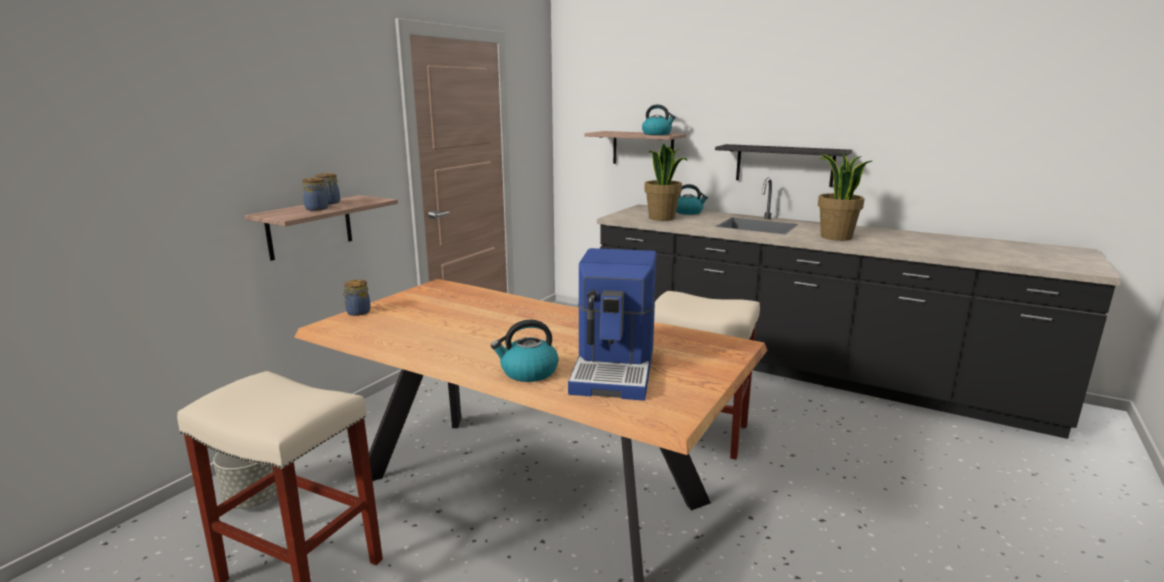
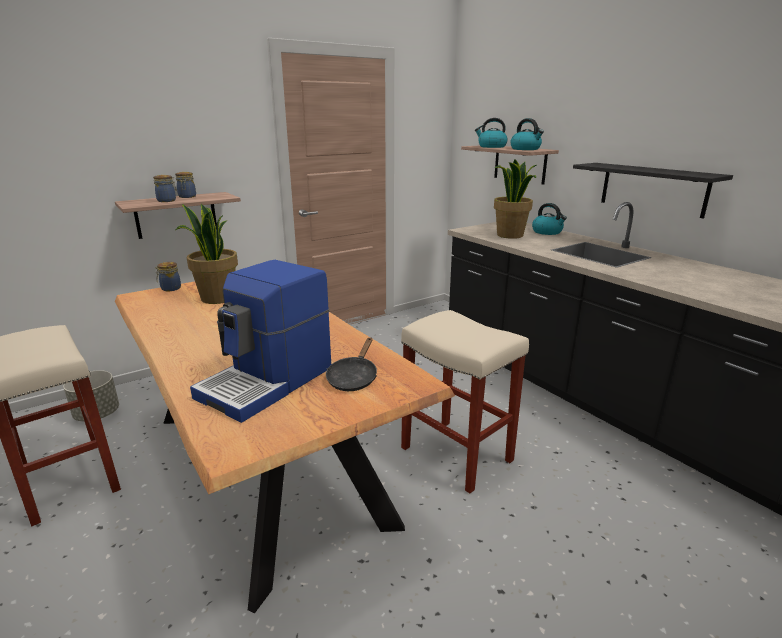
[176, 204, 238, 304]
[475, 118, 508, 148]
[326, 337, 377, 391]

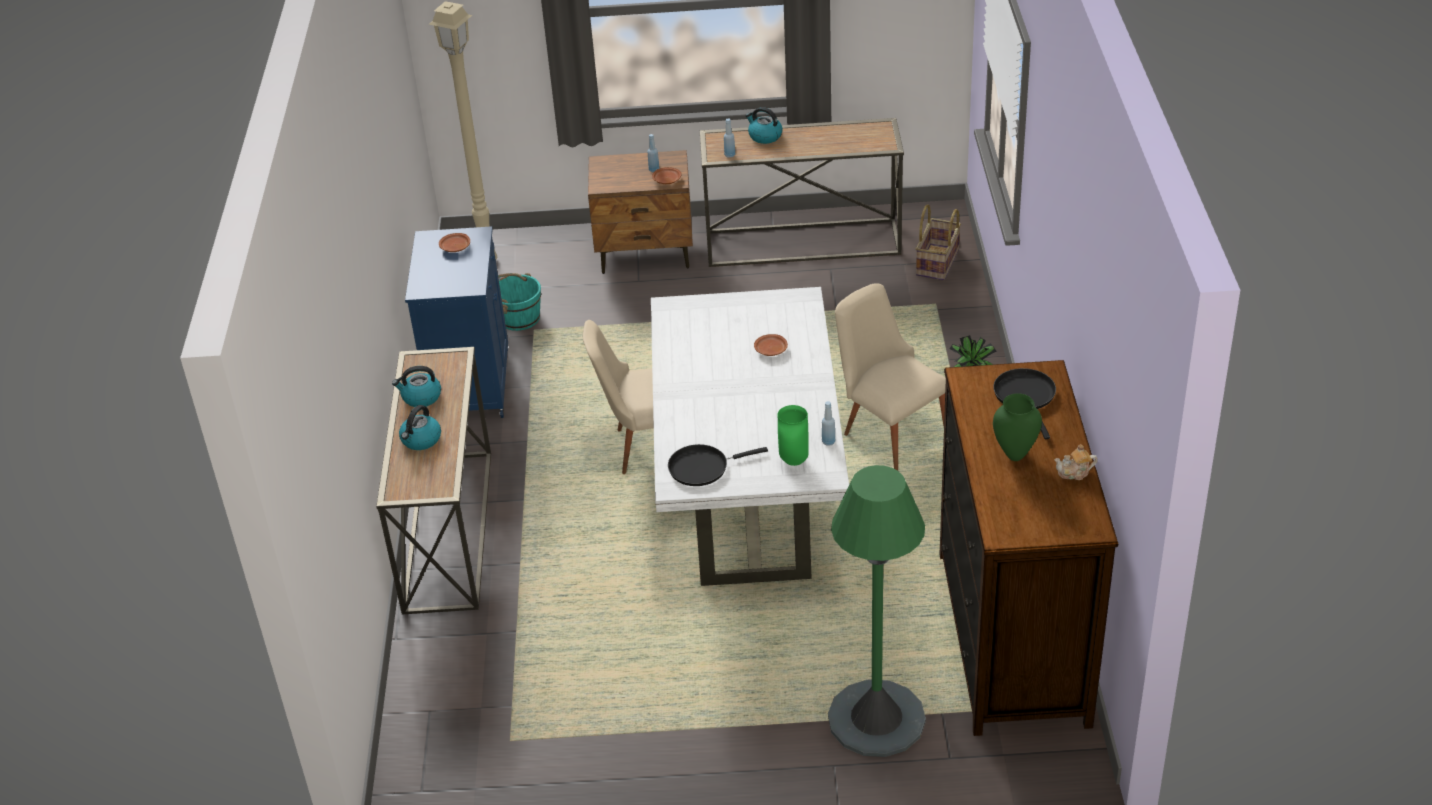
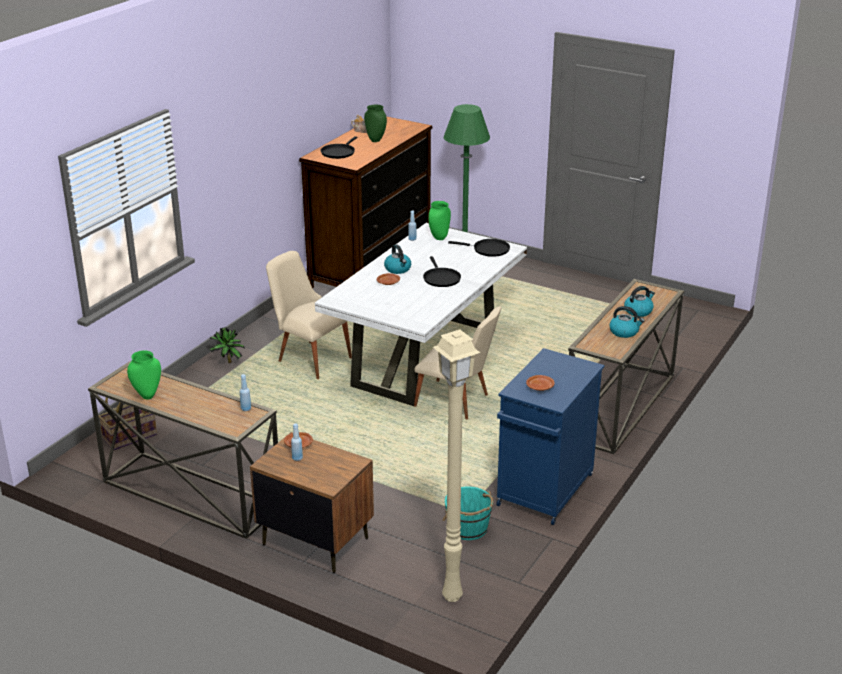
[384, 245, 411, 274]
[266, 251, 352, 379]
[423, 256, 461, 287]
[127, 350, 161, 400]

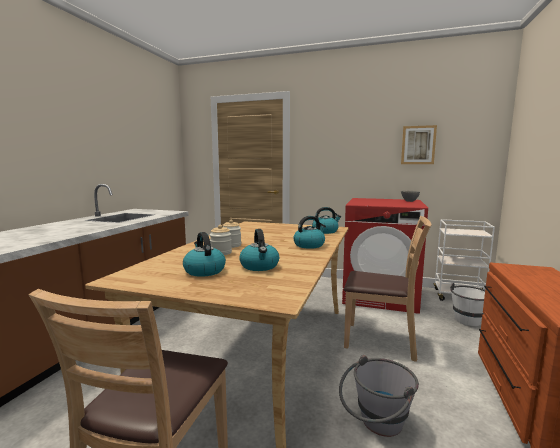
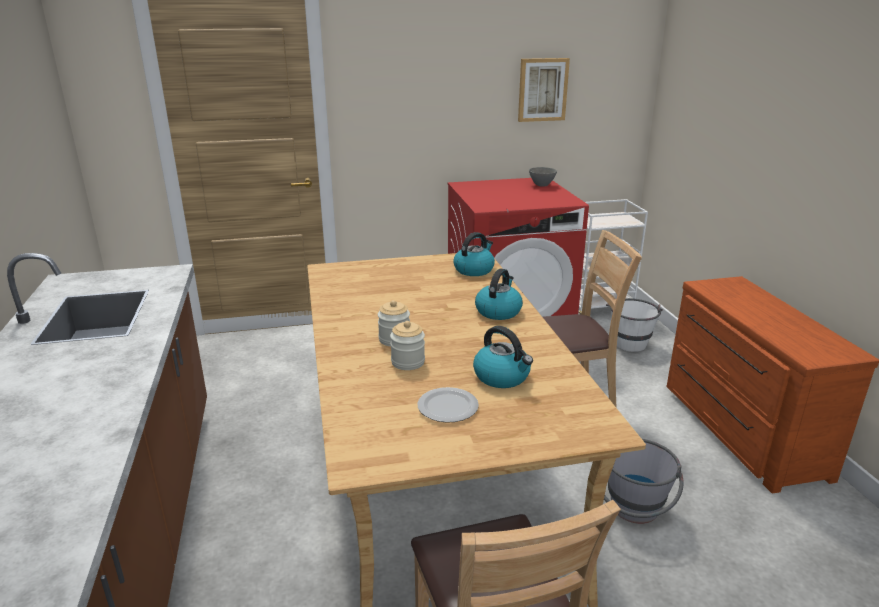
[417, 387, 479, 423]

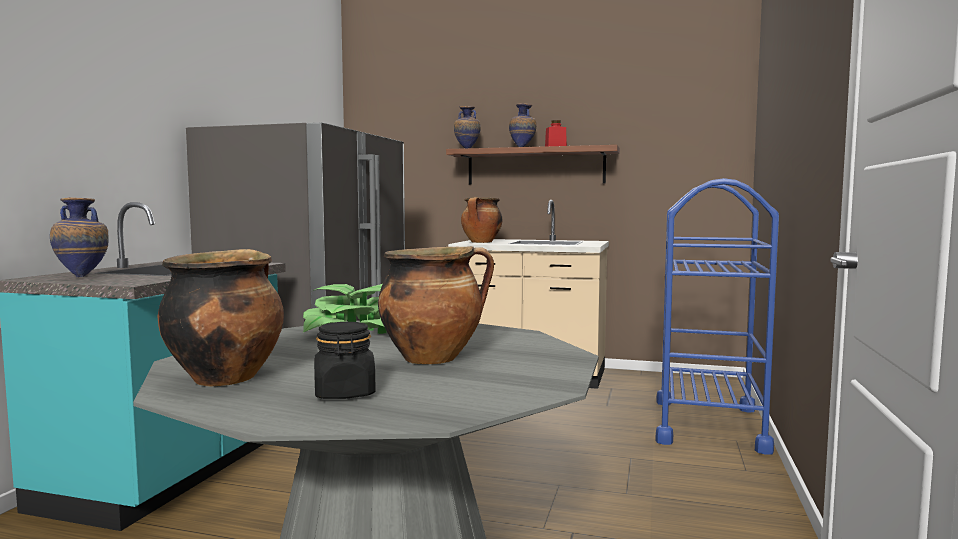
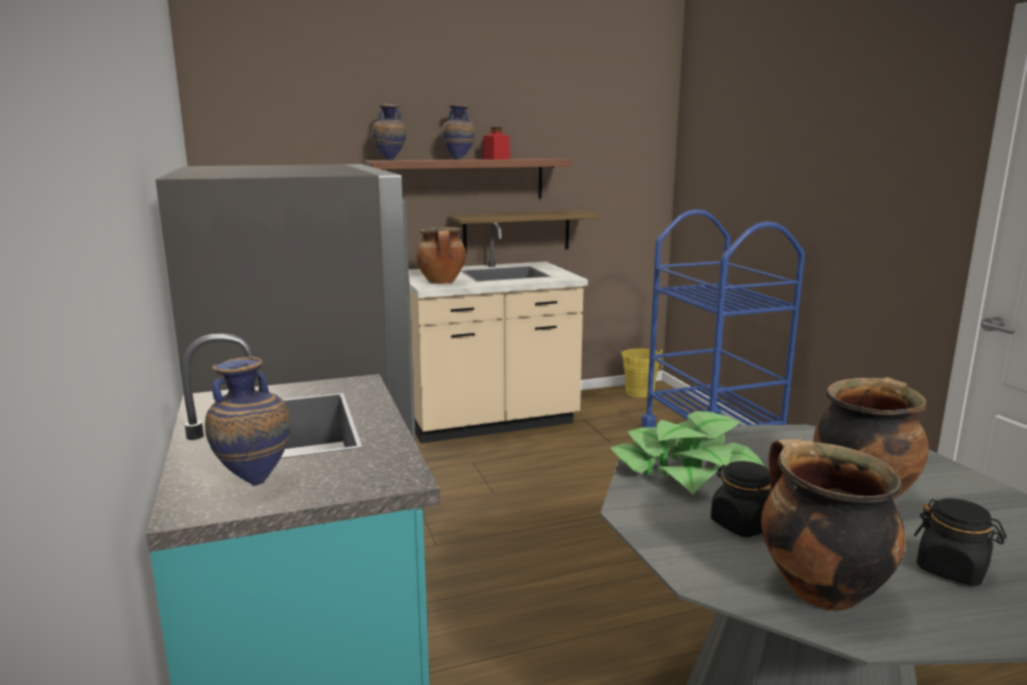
[448, 210, 601, 254]
[621, 348, 663, 397]
[711, 461, 771, 537]

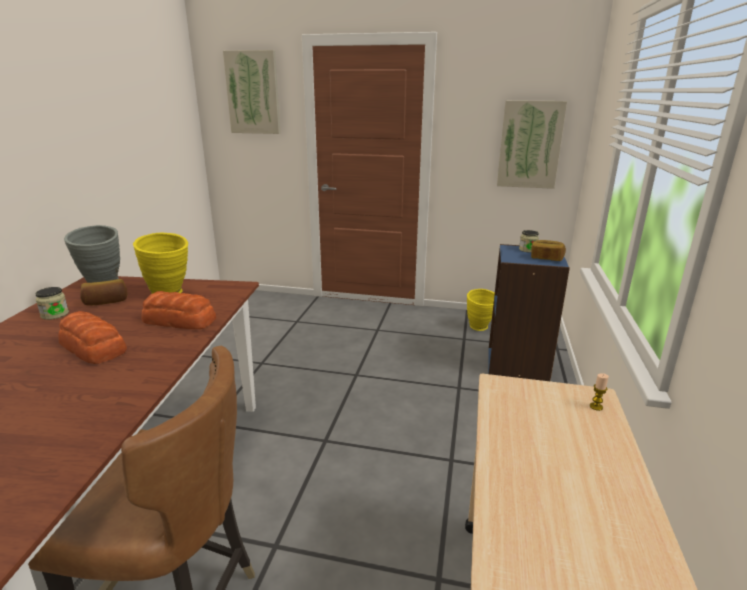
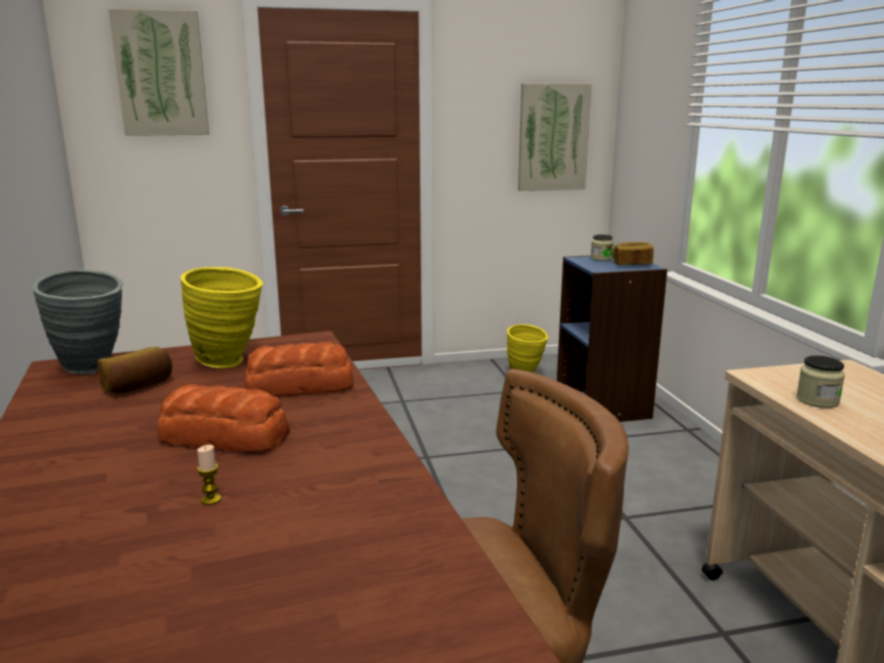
[796, 356, 845, 408]
[197, 445, 221, 505]

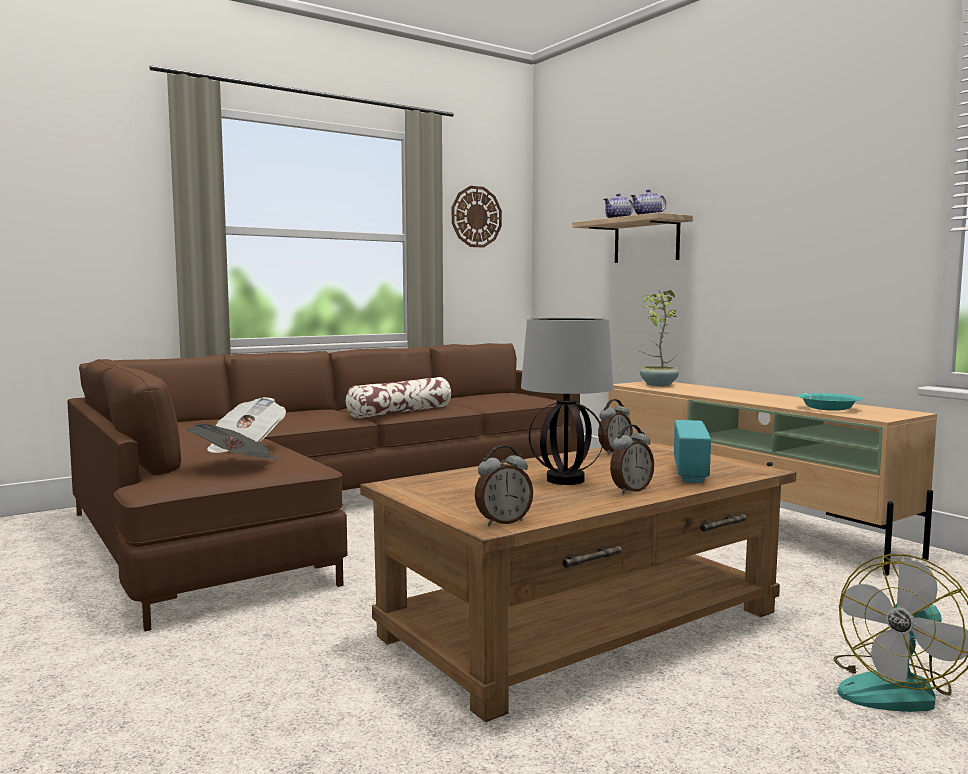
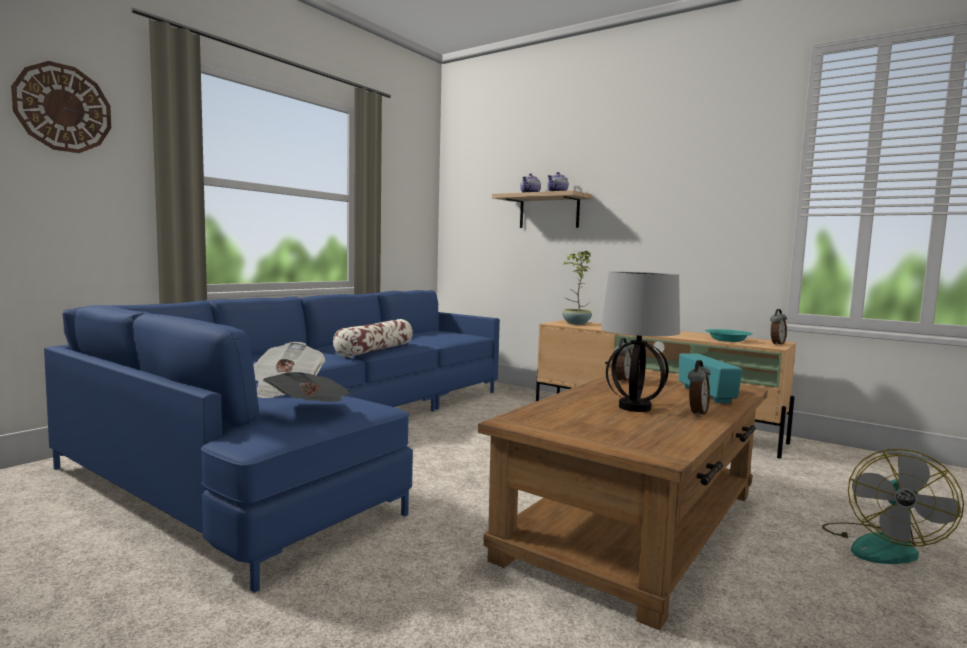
[11, 61, 111, 153]
[44, 290, 500, 593]
[770, 309, 787, 345]

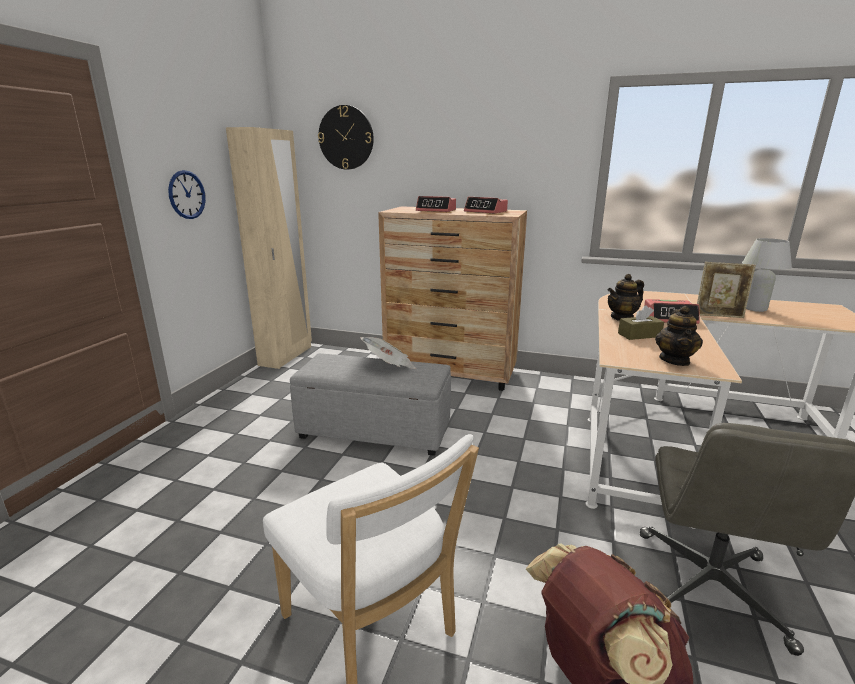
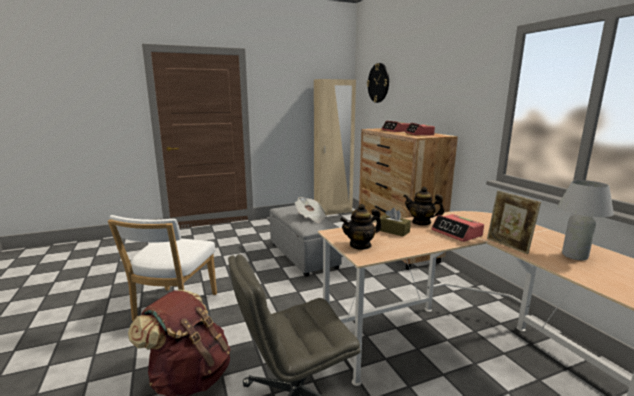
[168, 170, 206, 219] (first image)

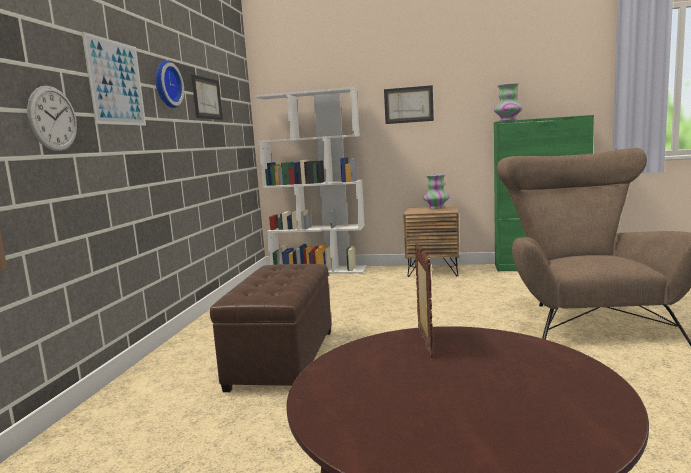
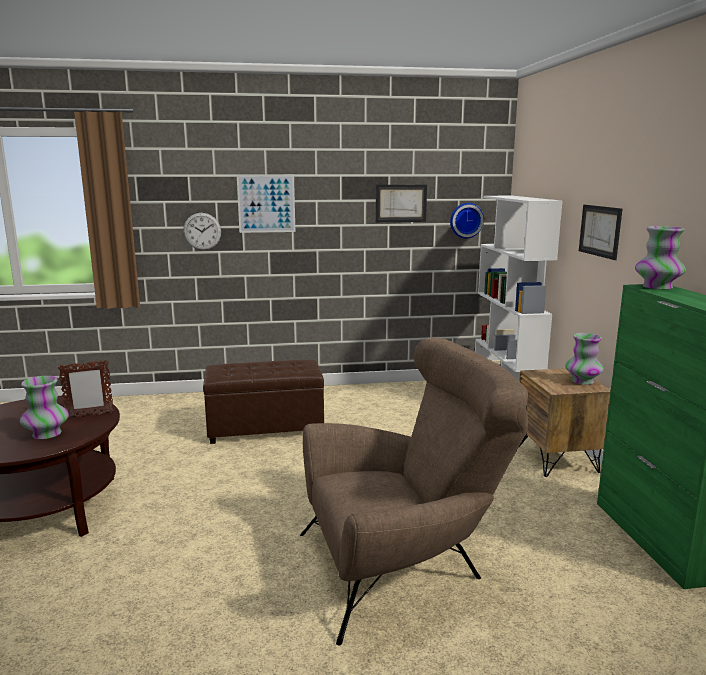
[450, 203, 484, 238]
[20, 376, 69, 439]

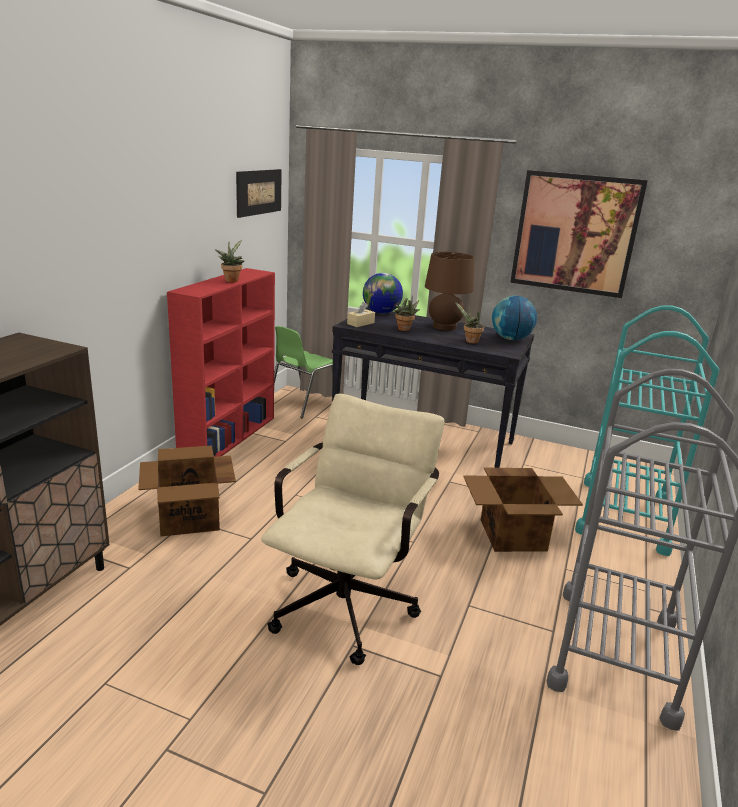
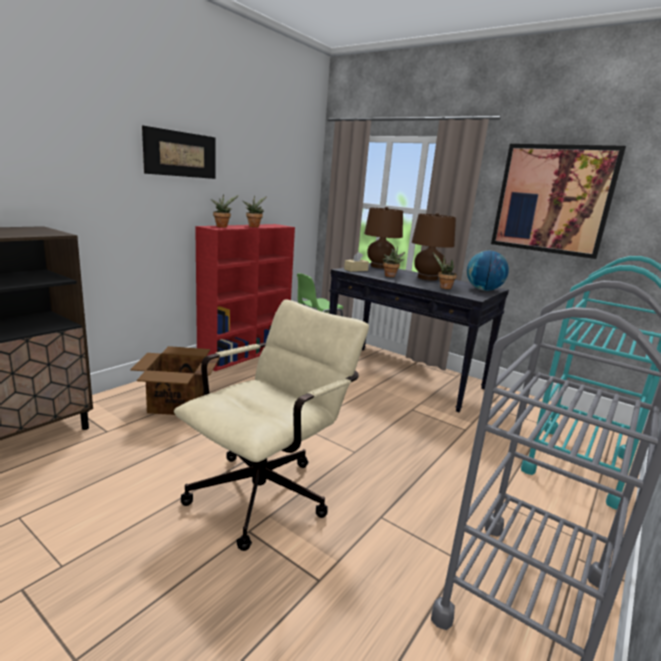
[142, 126, 216, 179]
[364, 207, 403, 269]
[463, 468, 583, 552] (first image)
[210, 194, 239, 227]

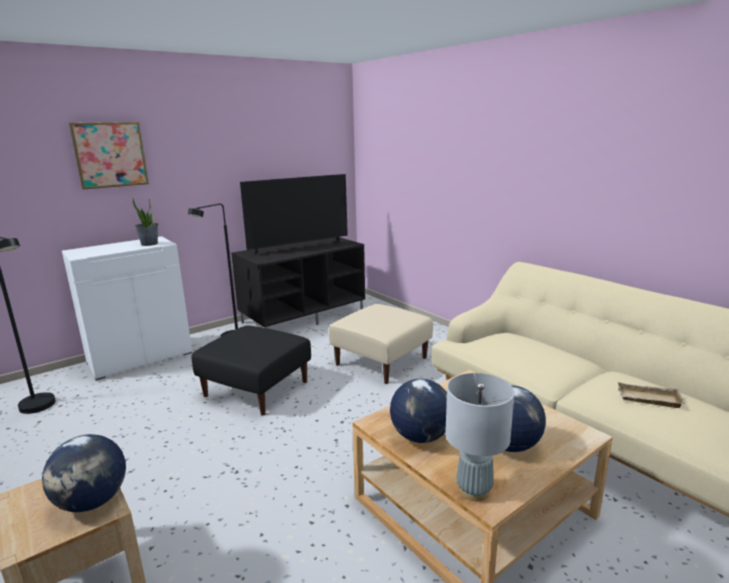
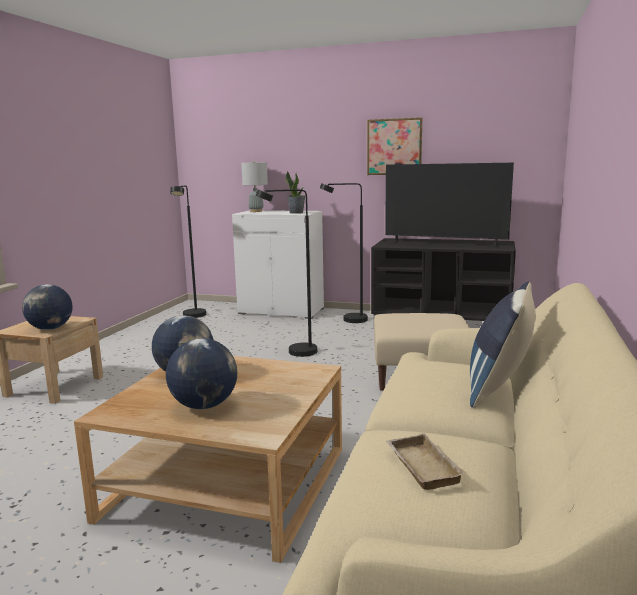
[367, 117, 422, 175]
[256, 189, 317, 357]
[241, 160, 268, 212]
[470, 282, 536, 408]

